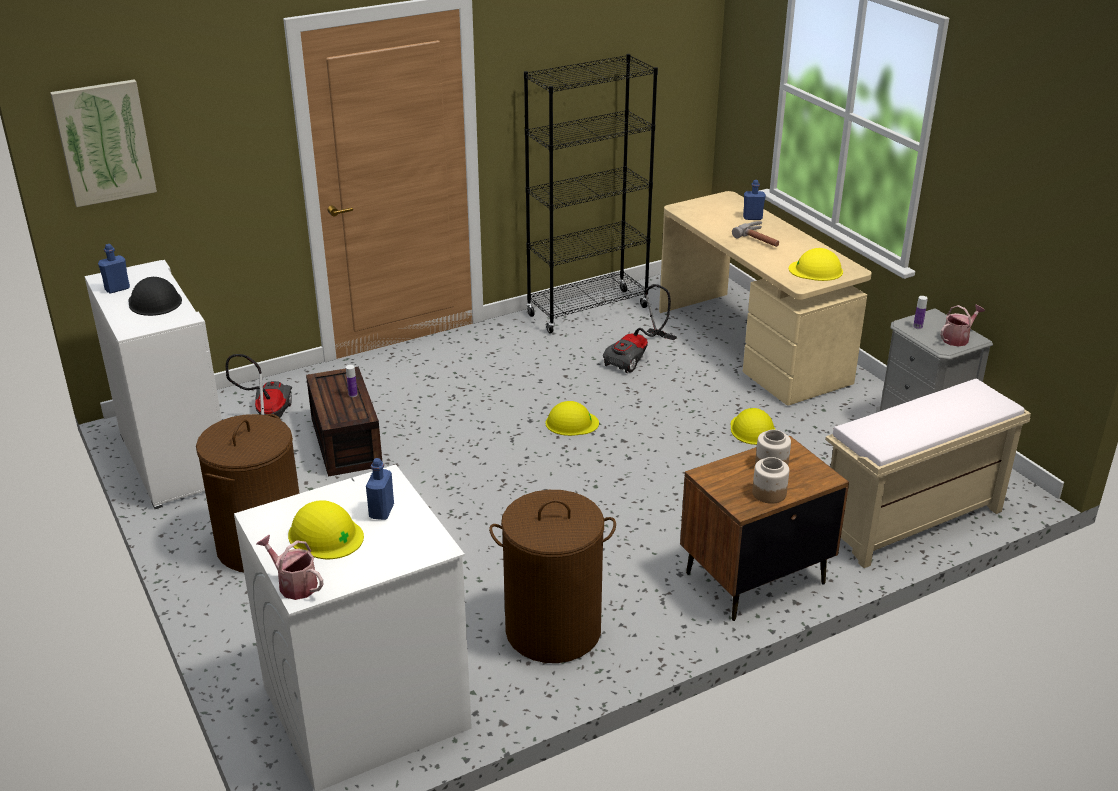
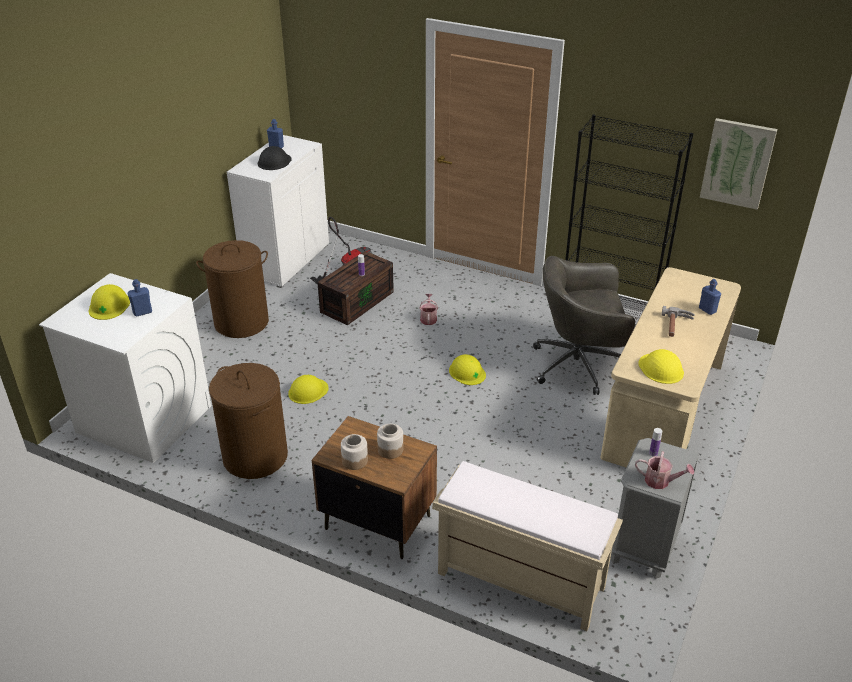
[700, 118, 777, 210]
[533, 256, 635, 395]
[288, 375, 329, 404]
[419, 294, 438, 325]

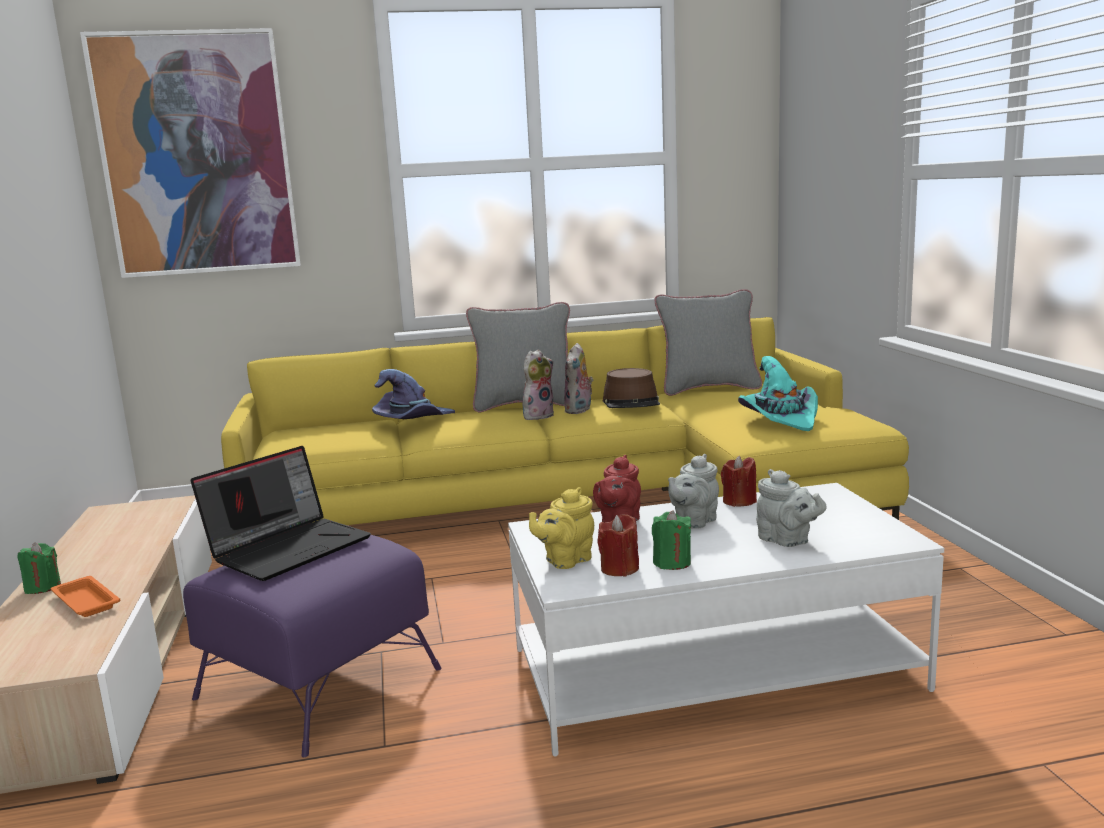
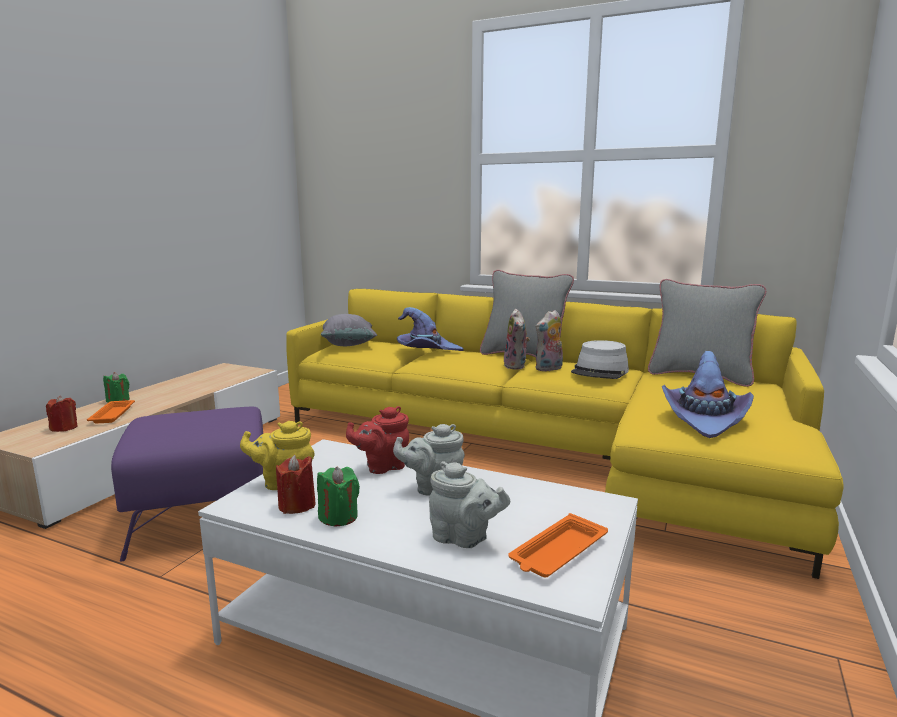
[80, 28, 301, 278] (first image)
[504, 309, 530, 369]
[662, 351, 754, 438]
[571, 340, 629, 379]
[191, 446, 371, 581] (first image)
[46, 395, 78, 432]
[429, 461, 510, 548]
[321, 314, 377, 346]
[508, 513, 608, 578]

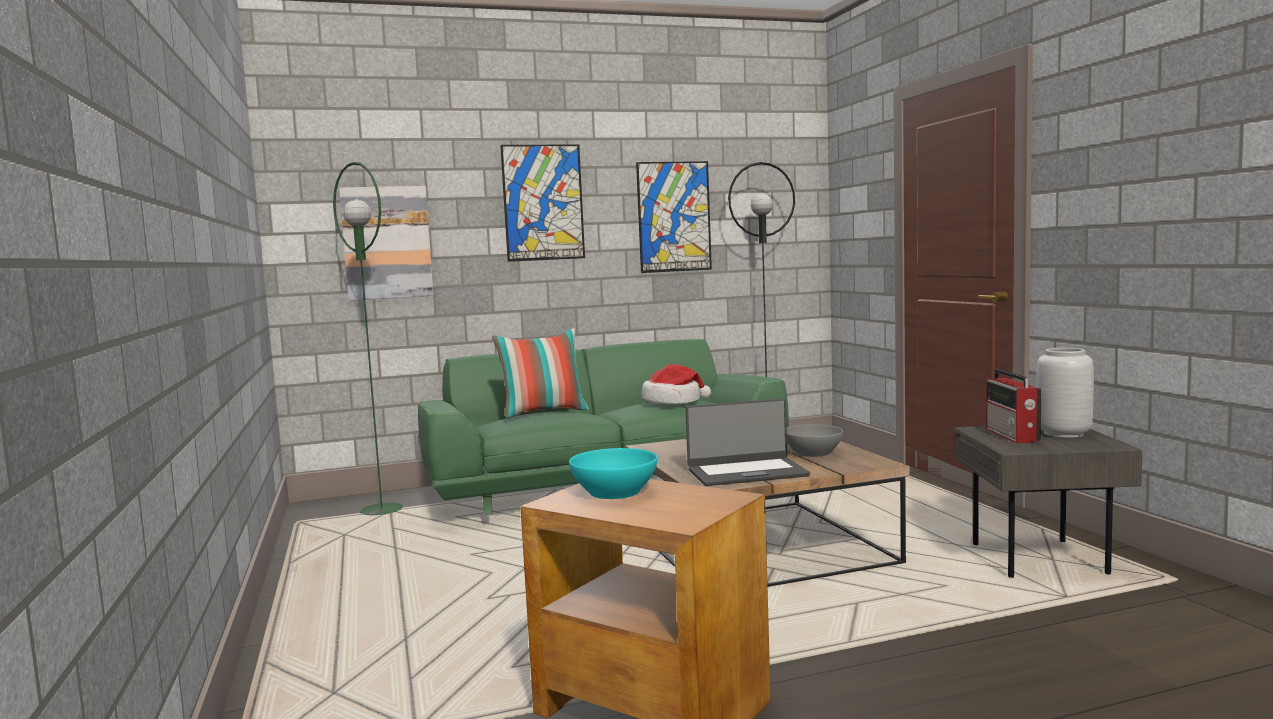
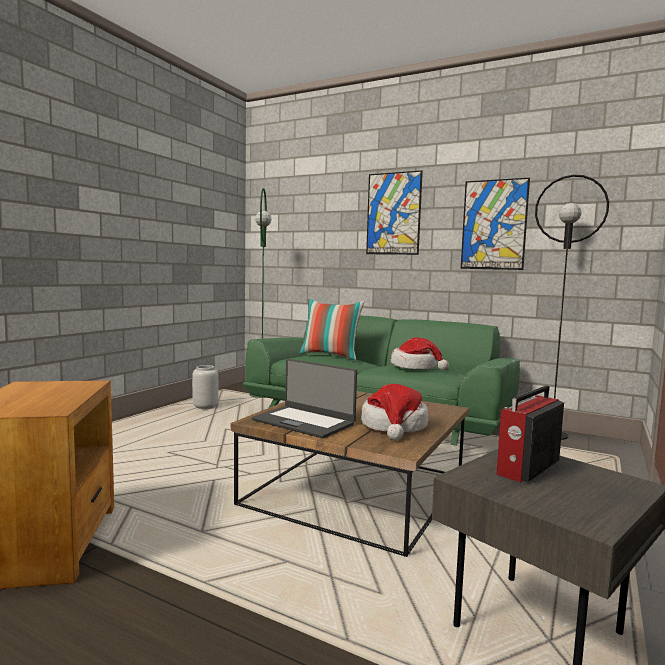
[339, 186, 434, 301] (first image)
[192, 365, 218, 409]
[361, 384, 428, 440]
[569, 448, 658, 499] (first image)

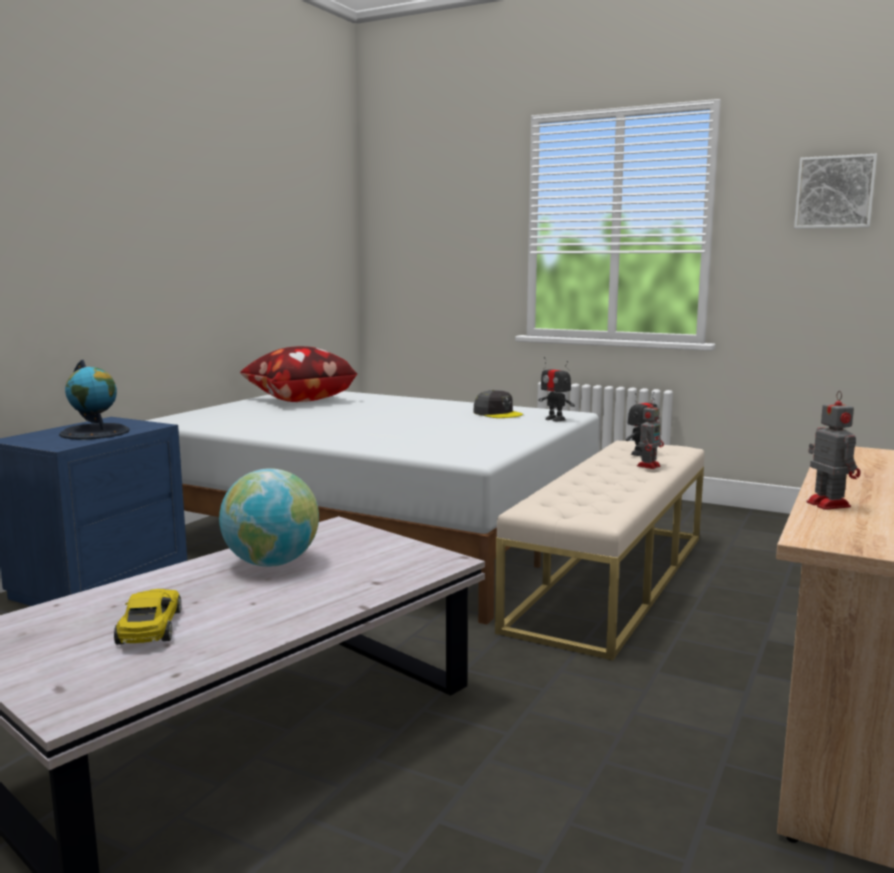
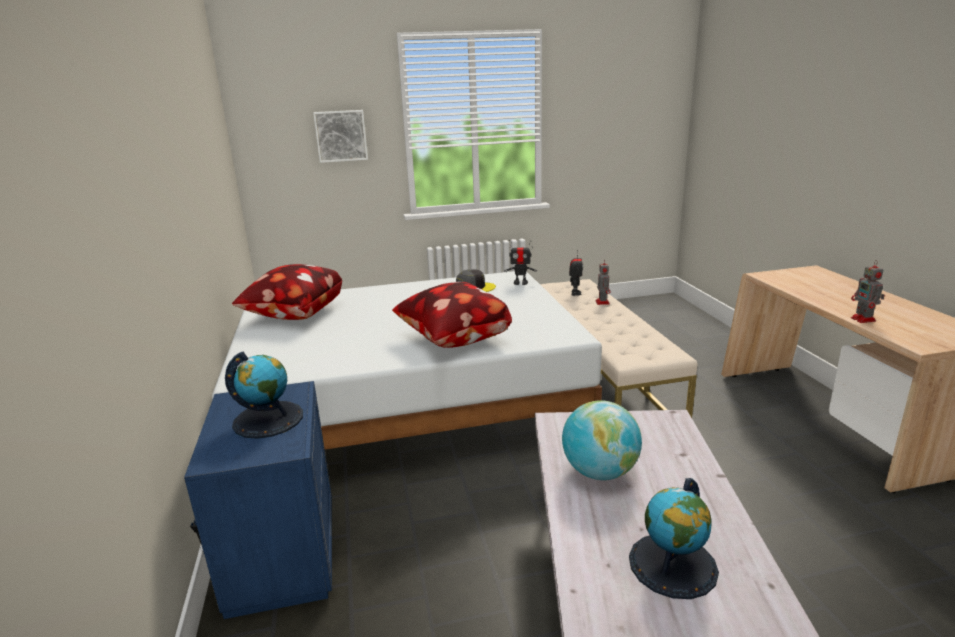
[313, 110, 368, 163]
[851, 260, 885, 323]
[629, 478, 719, 599]
[392, 282, 512, 348]

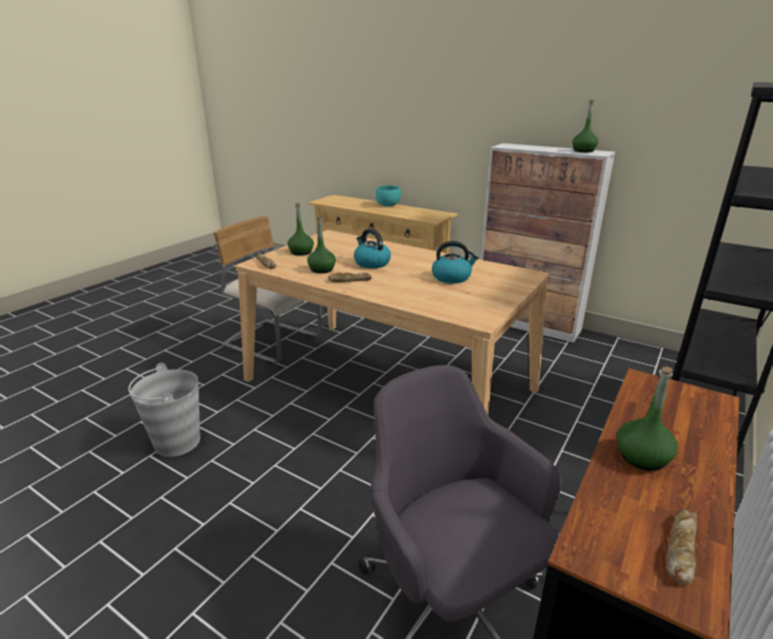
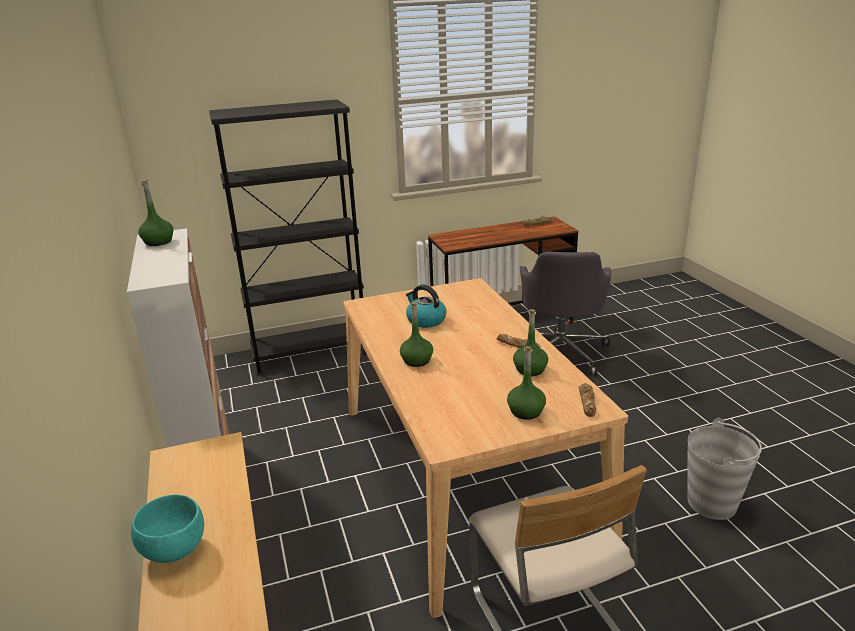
[354, 229, 391, 269] (first image)
[400, 302, 433, 367]

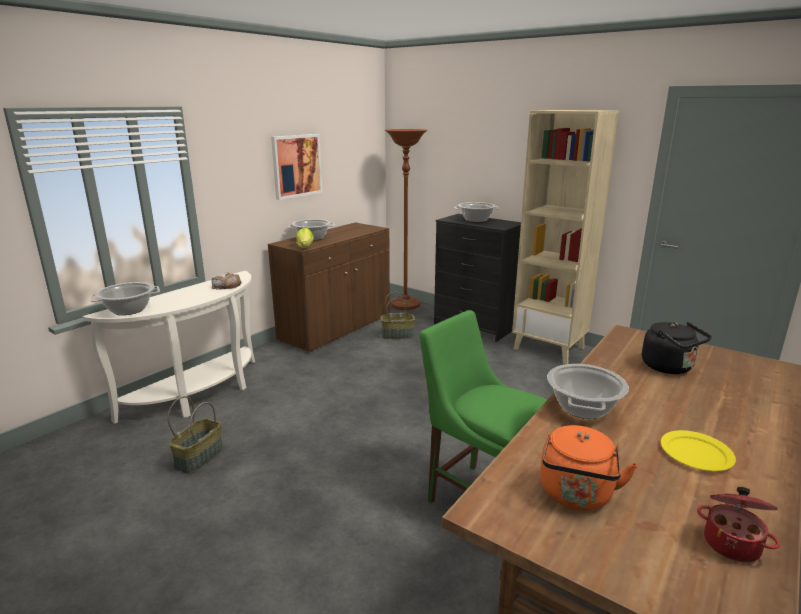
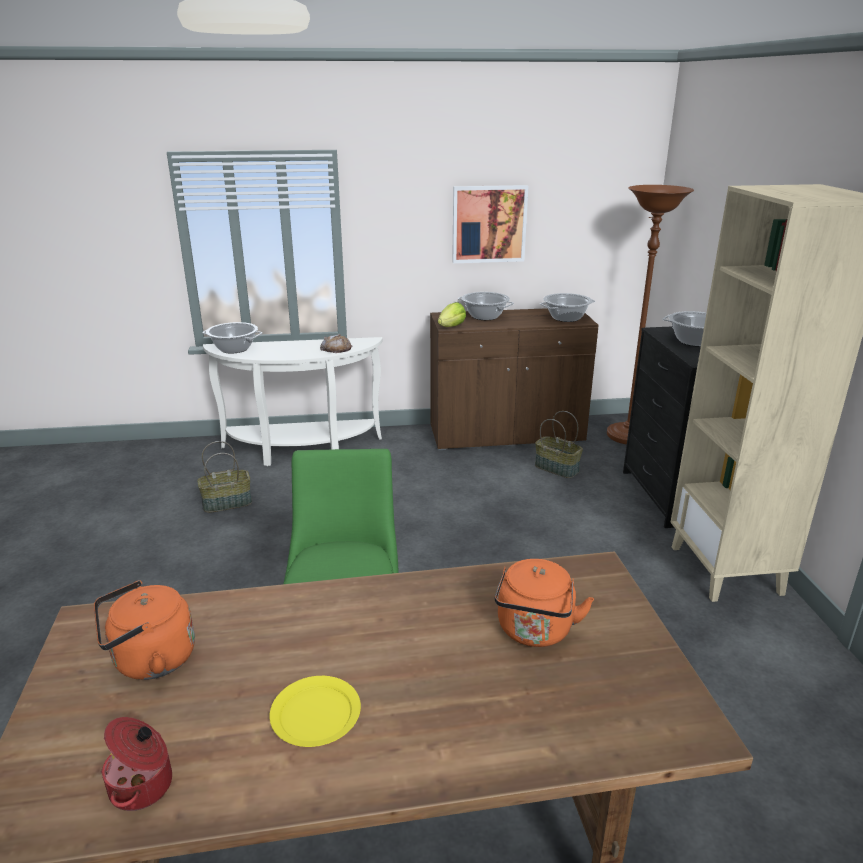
[495, 559, 594, 647]
[540, 293, 595, 322]

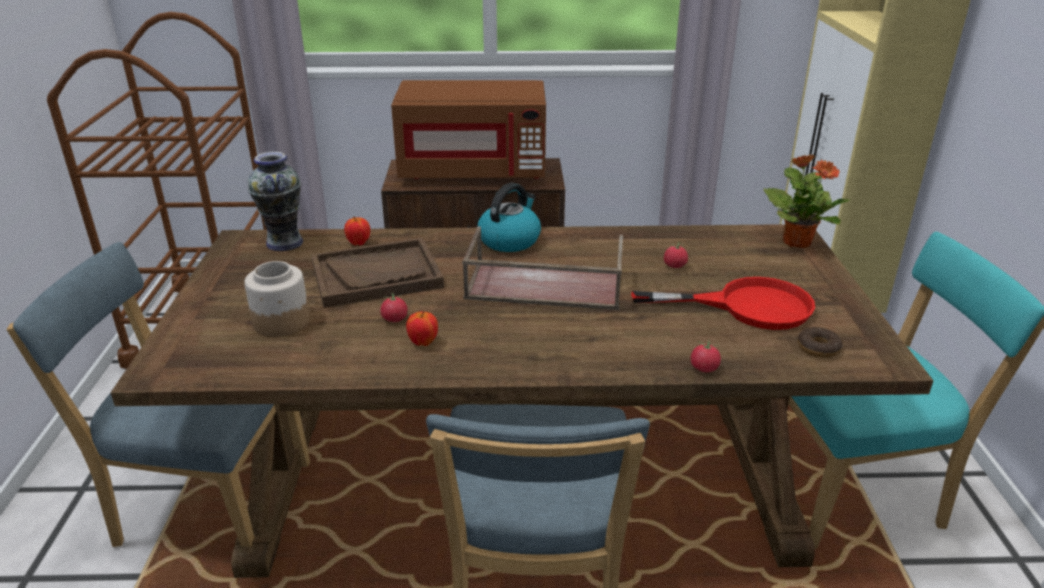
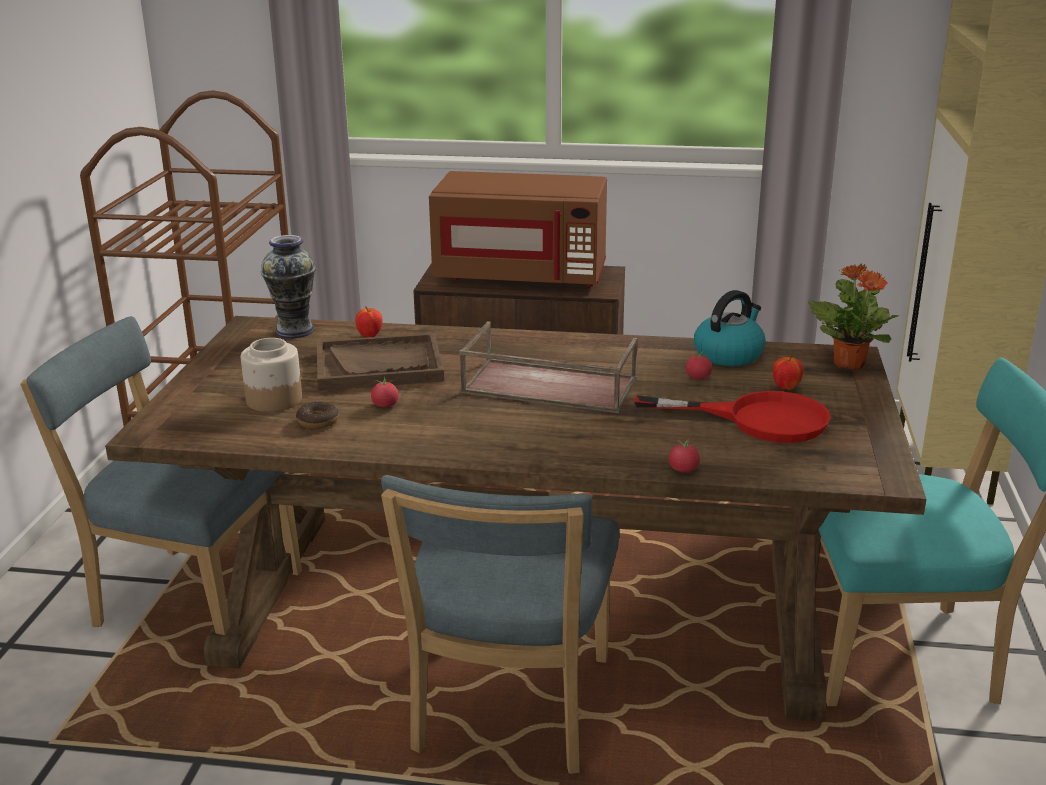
[694, 290, 766, 366]
[773, 356, 803, 390]
[296, 401, 339, 429]

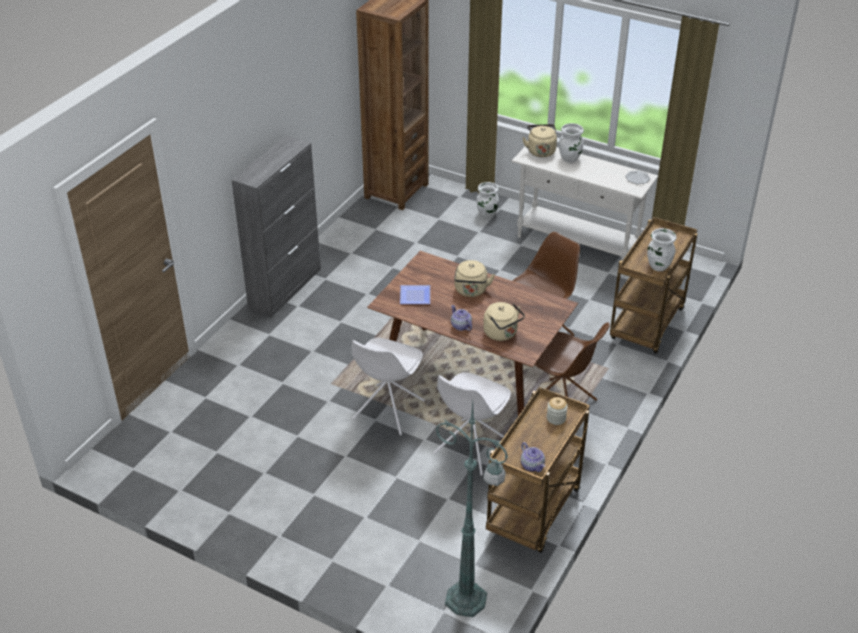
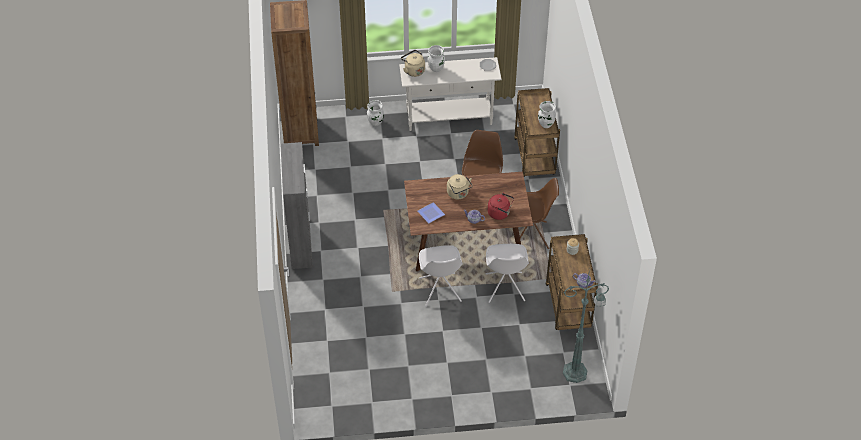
[488, 193, 514, 220]

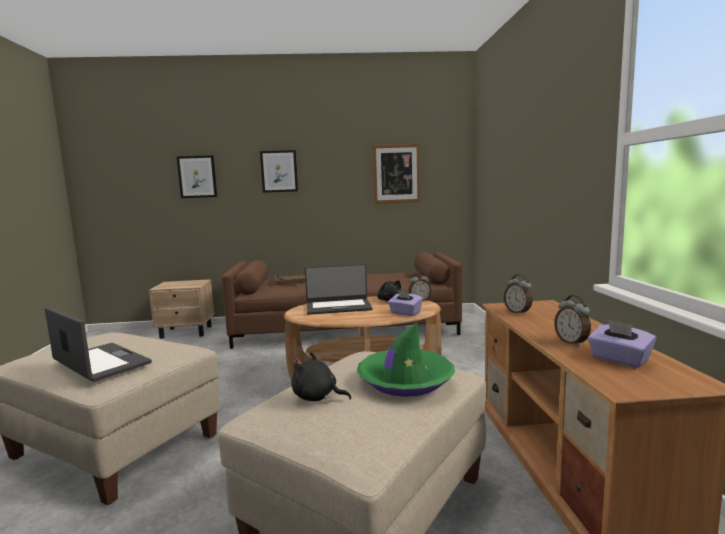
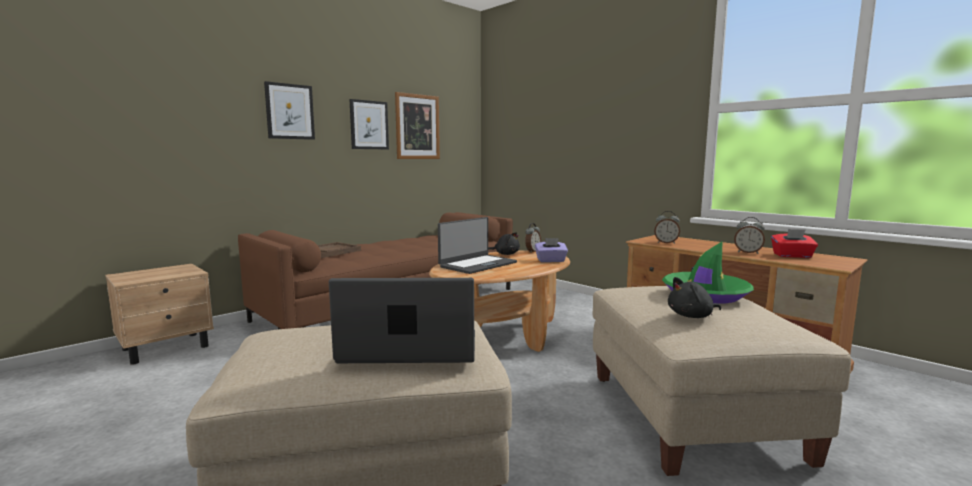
[350, 99, 389, 150]
[771, 229, 818, 258]

